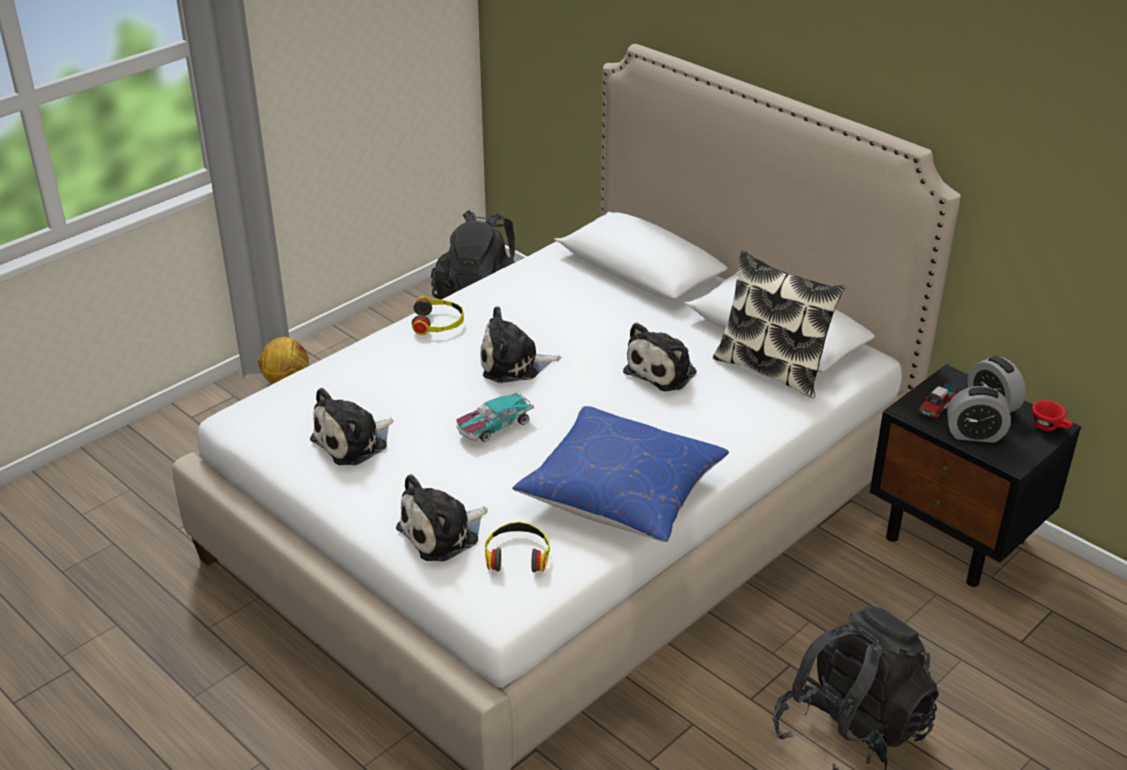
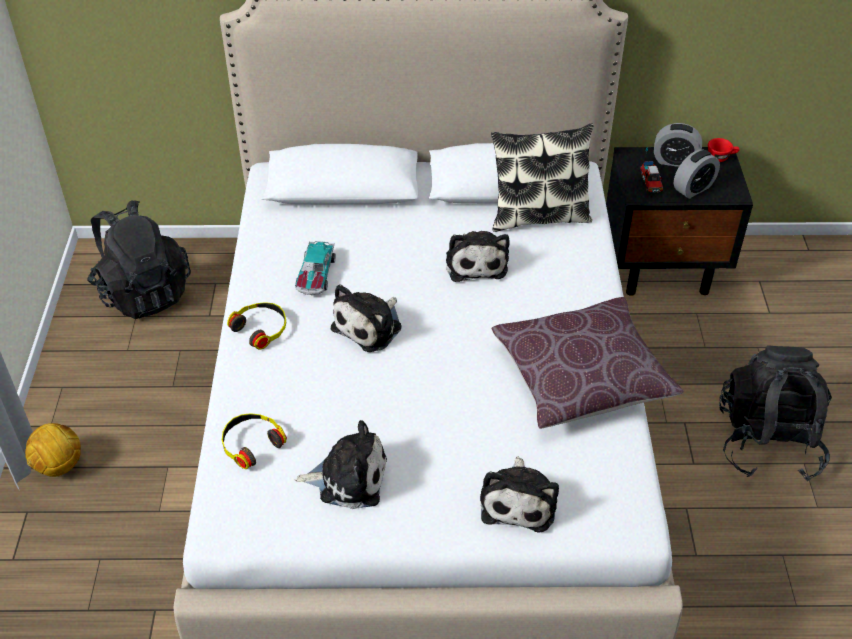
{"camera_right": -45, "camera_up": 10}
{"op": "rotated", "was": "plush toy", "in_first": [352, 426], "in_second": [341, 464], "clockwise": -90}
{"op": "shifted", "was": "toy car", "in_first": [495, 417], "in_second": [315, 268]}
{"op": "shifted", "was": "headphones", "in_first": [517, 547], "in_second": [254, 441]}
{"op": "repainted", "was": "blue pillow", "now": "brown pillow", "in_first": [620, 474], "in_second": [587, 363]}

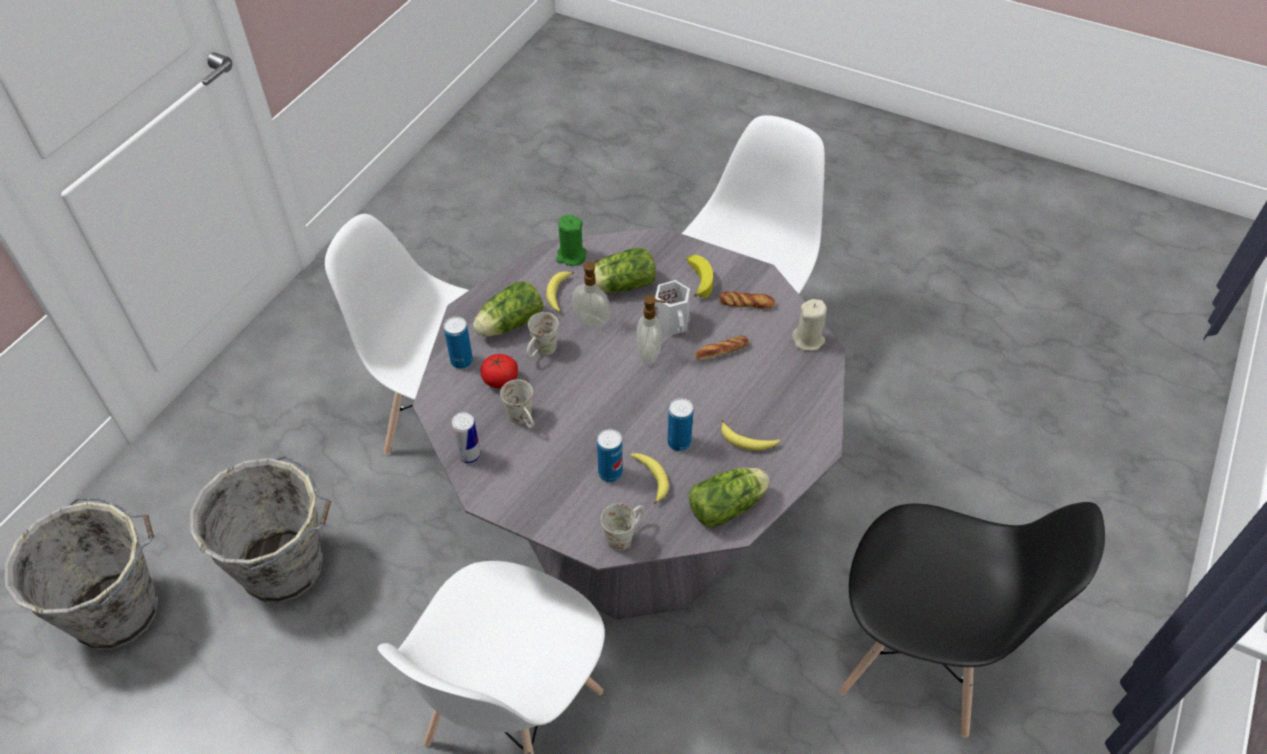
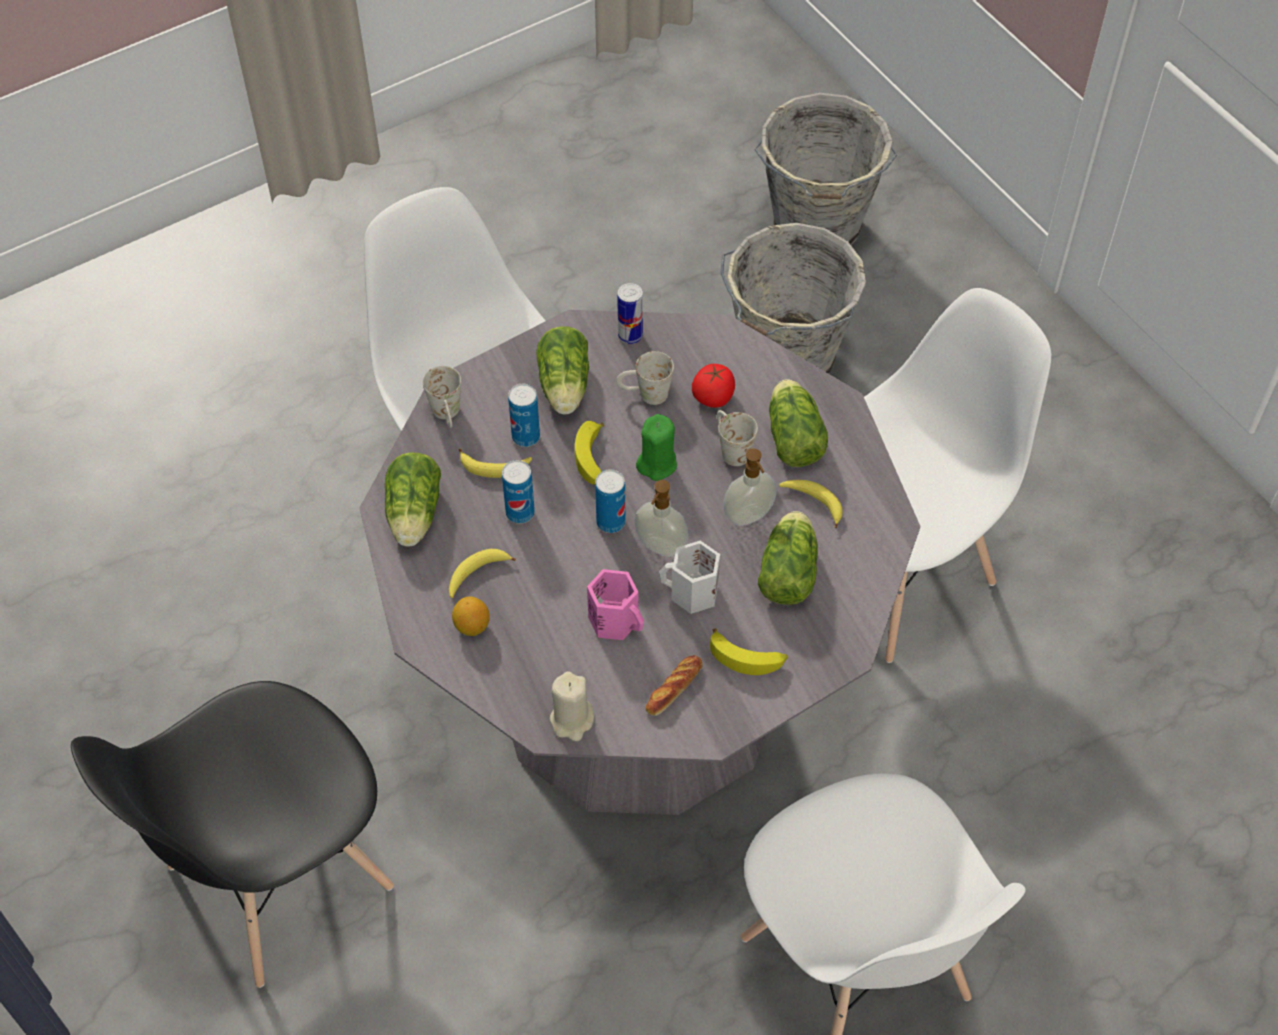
{"camera_right": 120, "camera_up": 5}
{"op": "shifted", "was": "can", "in_first": [458, 342], "in_second": [610, 501]}
{"op": "shifted", "was": "green candle", "in_first": [571, 240], "in_second": [656, 447]}
{"op": "swapped", "was": "bread", "now": "pink mug", "in_first": [722, 348], "in_second": [615, 604]}
{"op": "new", "now": "lemon", "in_second": [471, 616]}
{"op": "new", "now": "lettuce", "in_second": [562, 371]}
{"op": "new", "now": "banana", "in_second": [589, 453]}

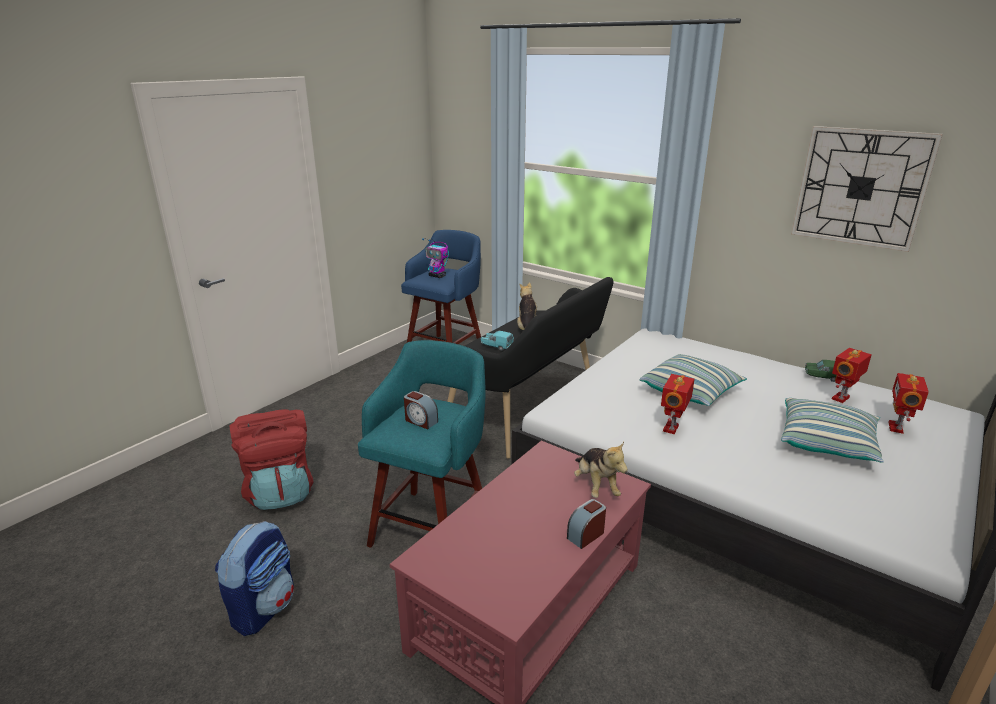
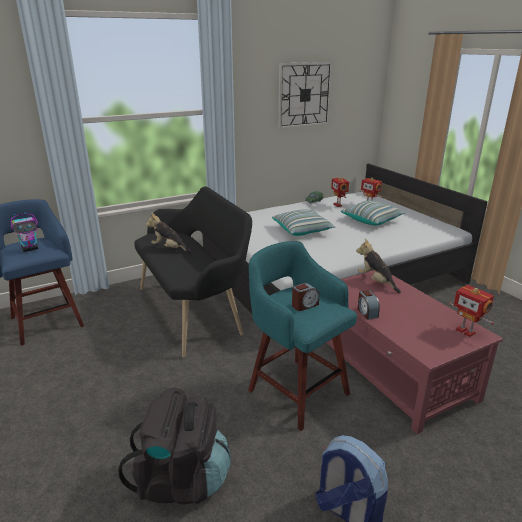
{"camera_right": -65, "camera_up": 0}
{"op": "repainted", "was": "red backpack", "now": "black backpack", "in_first": [271, 459], "in_second": [174, 446]}
{"op": "gone", "was": "turquoise toy car", "in_first": [497, 341]}
{"op": "shifted", "was": "alarm clock", "in_first": [586, 524], "in_second": [368, 305]}
{"op": "rotated", "was": "plush toy", "in_first": [601, 470], "in_second": [378, 266], "clockwise": -135}
{"op": "shifted", "was": "toy robot", "in_first": [678, 404], "in_second": [471, 311]}

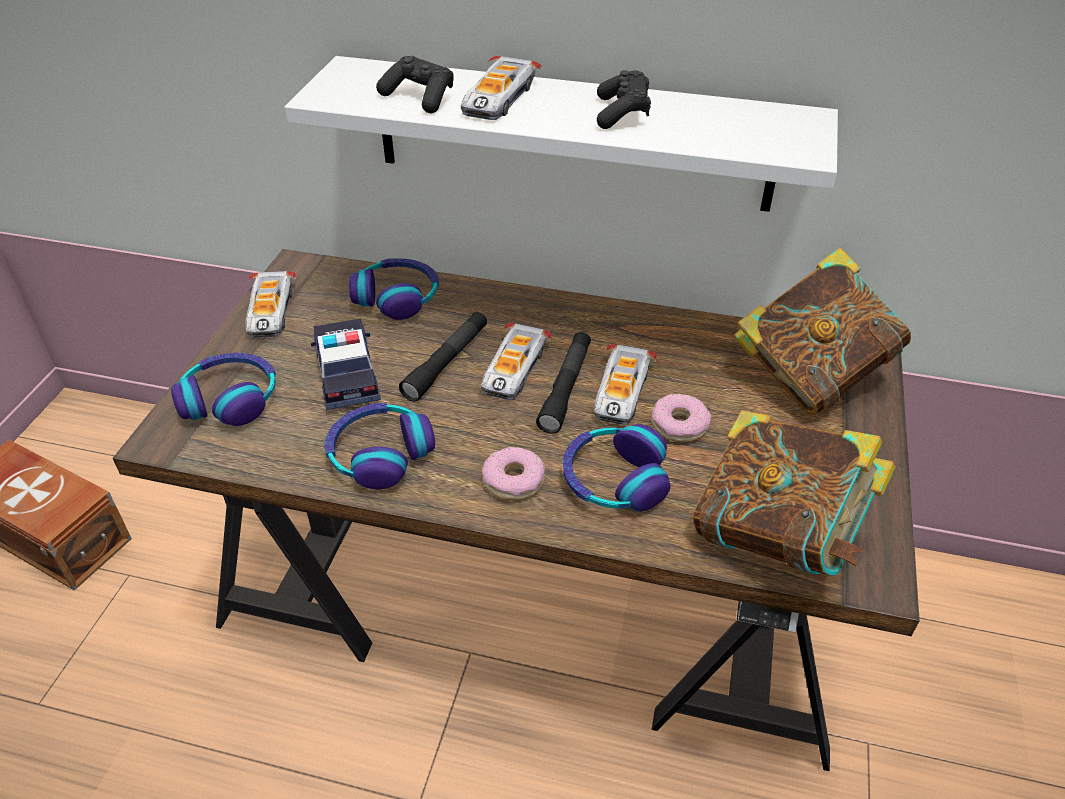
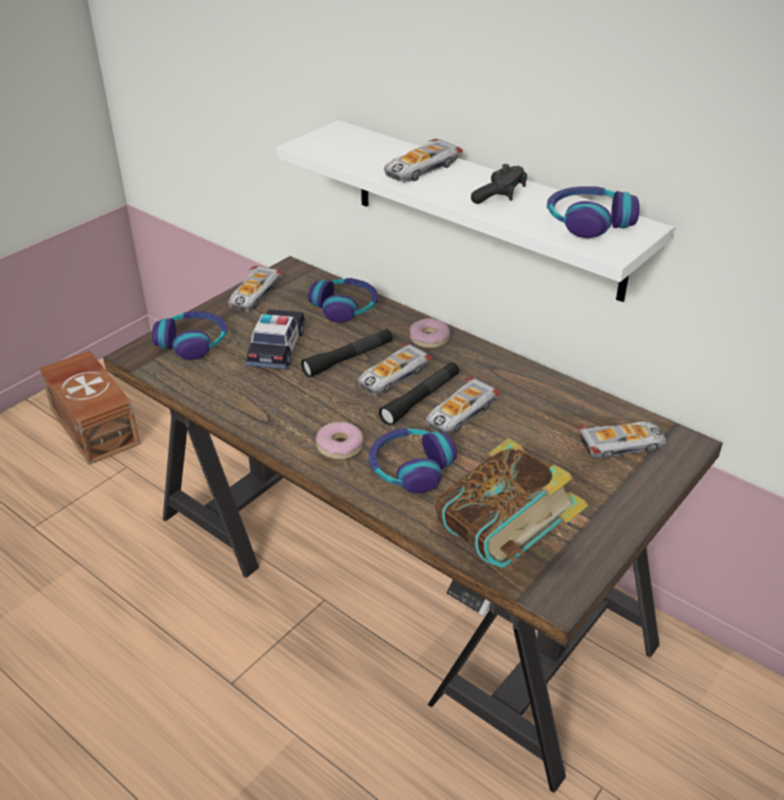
{"camera_right": 25, "camera_up": -5}
{"op": "shifted", "was": "headphones", "in_first": [379, 446], "in_second": [593, 212]}
{"op": "gone", "was": "black game controller", "in_first": [415, 84]}
{"op": "shifted", "was": "donut", "in_first": [681, 418], "in_second": [429, 333]}
{"op": "swapped", "was": "book", "now": "toy car", "in_first": [822, 331], "in_second": [622, 440]}

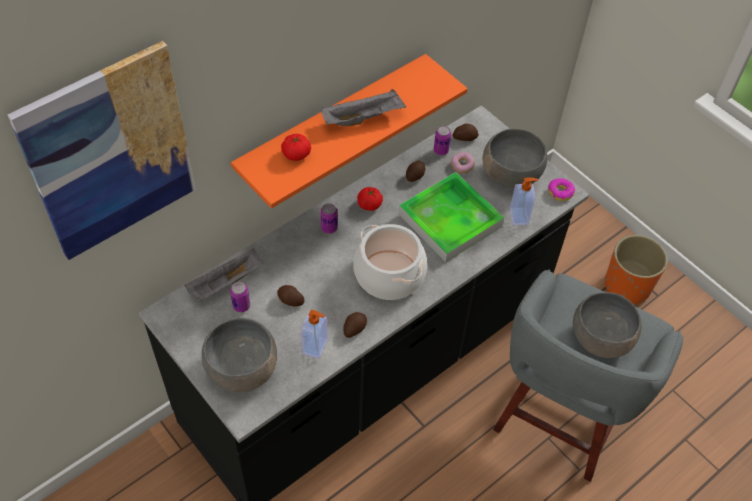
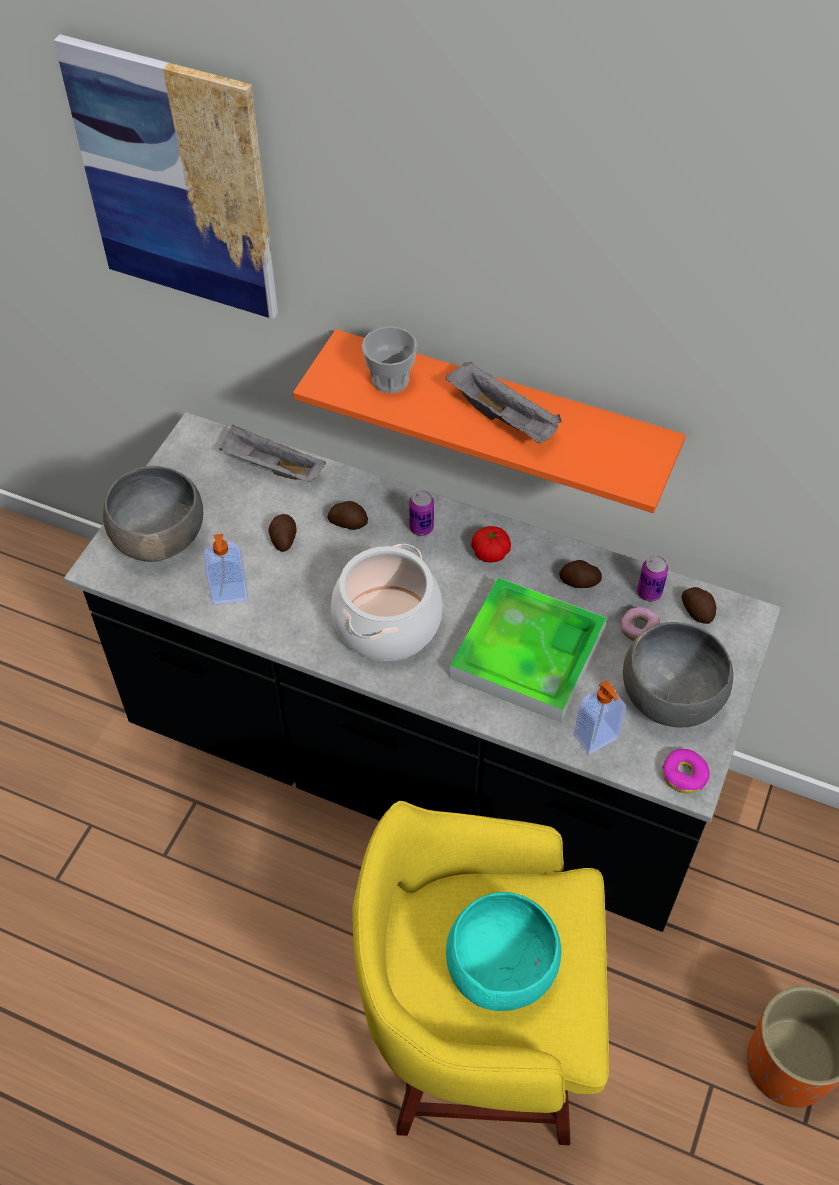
{"camera_right": 65, "camera_up": 0}
{"op": "gone", "was": "can", "in_first": [240, 297]}
{"op": "swapped", "was": "tomato", "now": "cup", "in_first": [296, 147], "in_second": [389, 360]}
{"op": "shifted", "was": "potato", "in_first": [355, 325], "in_second": [347, 515]}
{"op": "repainted", "was": "grey stool", "now": "yellow stool", "in_first": [588, 376], "in_second": [480, 973]}
{"op": "repainted", "was": "grey bowl", "now": "turquoise bowl", "in_first": [607, 325], "in_second": [504, 951]}

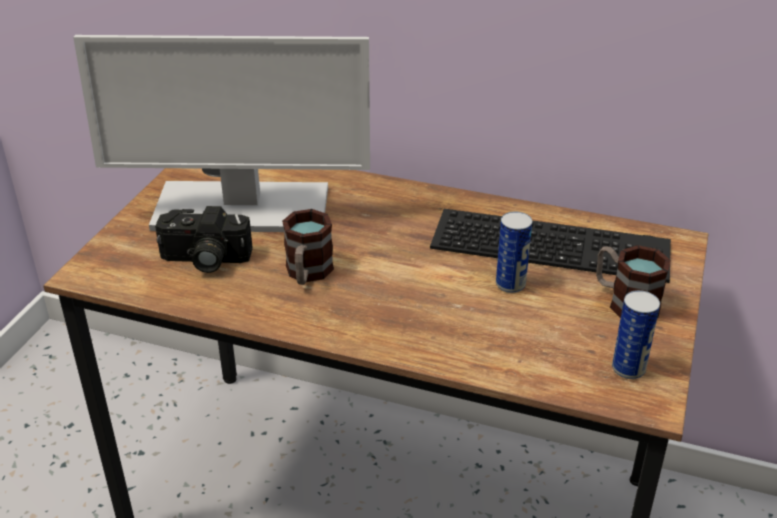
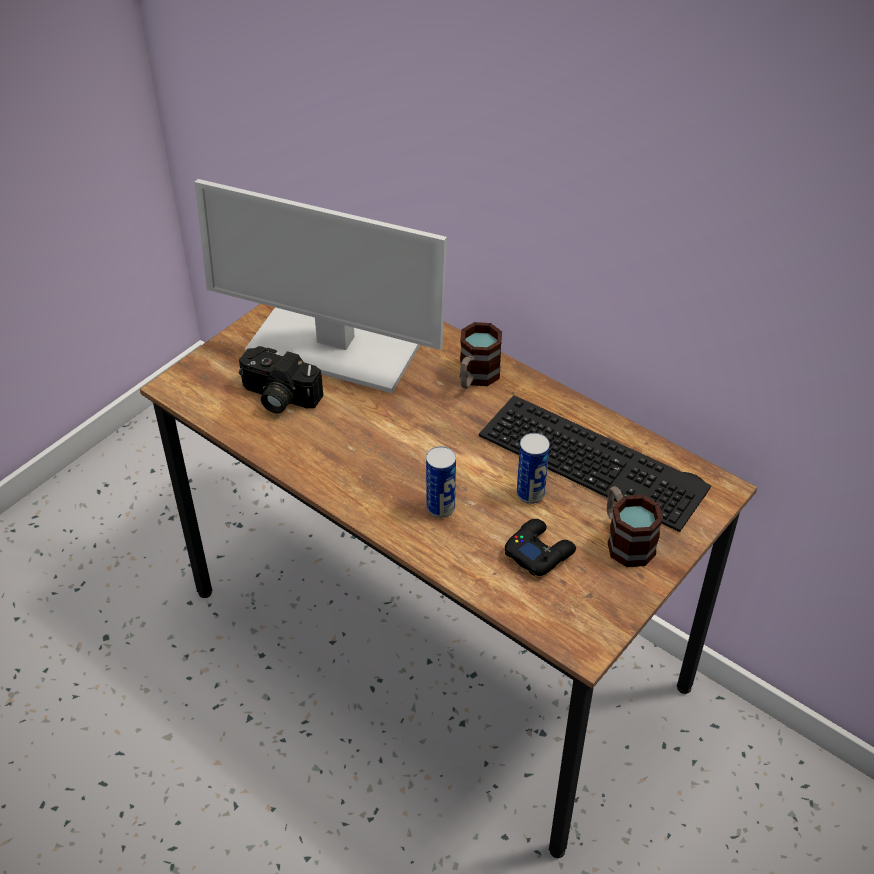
{"camera_right": 20, "camera_up": 10}
{"op": "shifted", "was": "mug", "in_first": [308, 247], "in_second": [481, 355]}
{"op": "shifted", "was": "can", "in_first": [636, 334], "in_second": [441, 482]}
{"op": "new", "now": "black game controller", "in_second": [540, 547]}

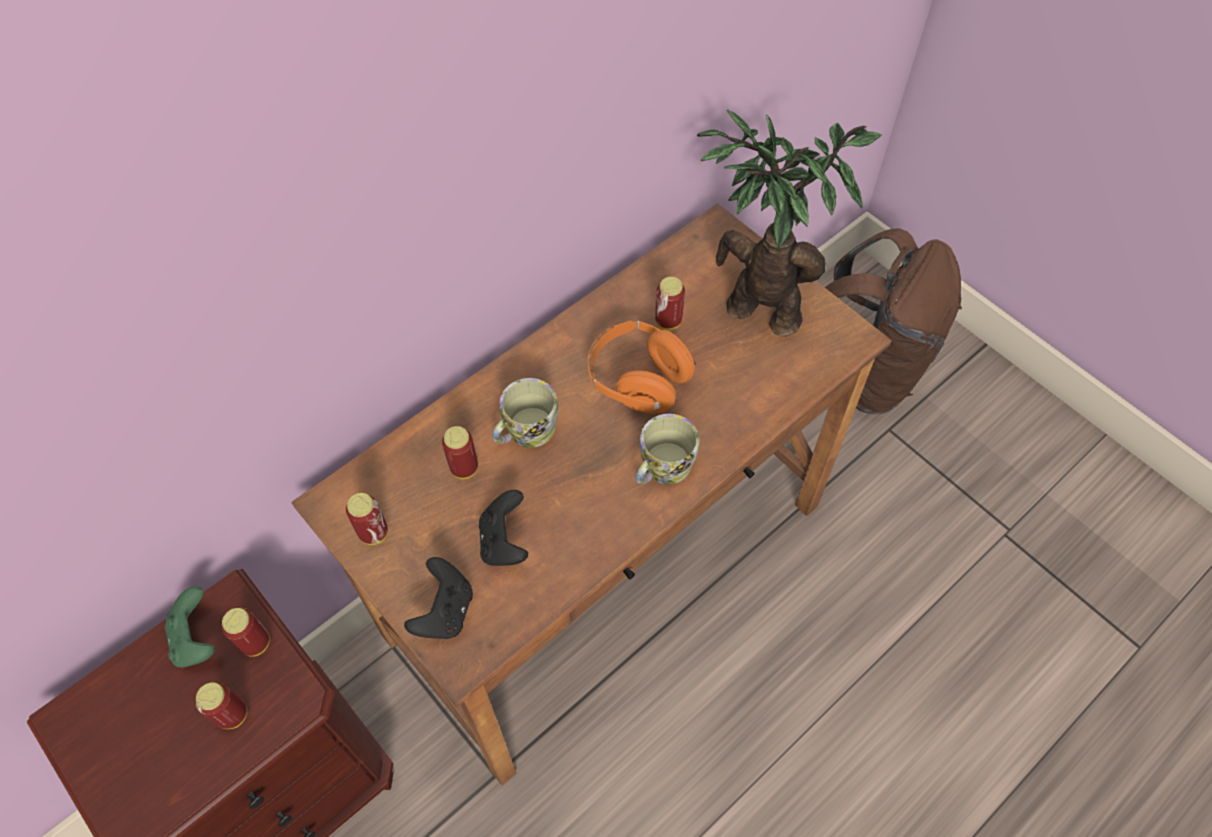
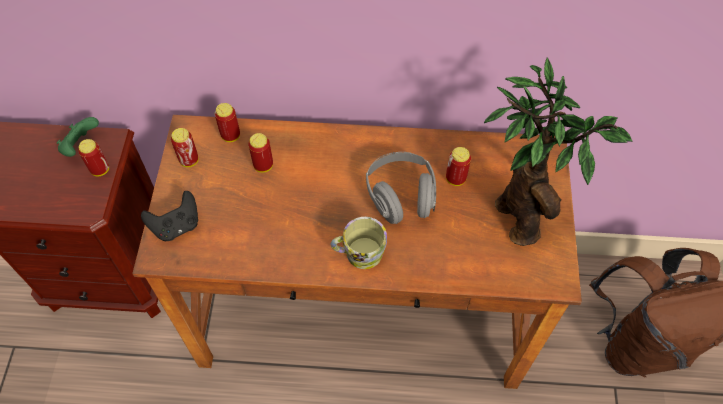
{"camera_right": 45, "camera_up": 0}
{"op": "shifted", "was": "can", "in_first": [221, 705], "in_second": [227, 122]}
{"op": "gone", "was": "black game controller", "in_first": [503, 528]}
{"op": "gone", "was": "mug", "in_first": [525, 413]}
{"op": "repainted", "was": "orange headphones", "now": "grey headphones", "in_first": [641, 367], "in_second": [401, 188]}

